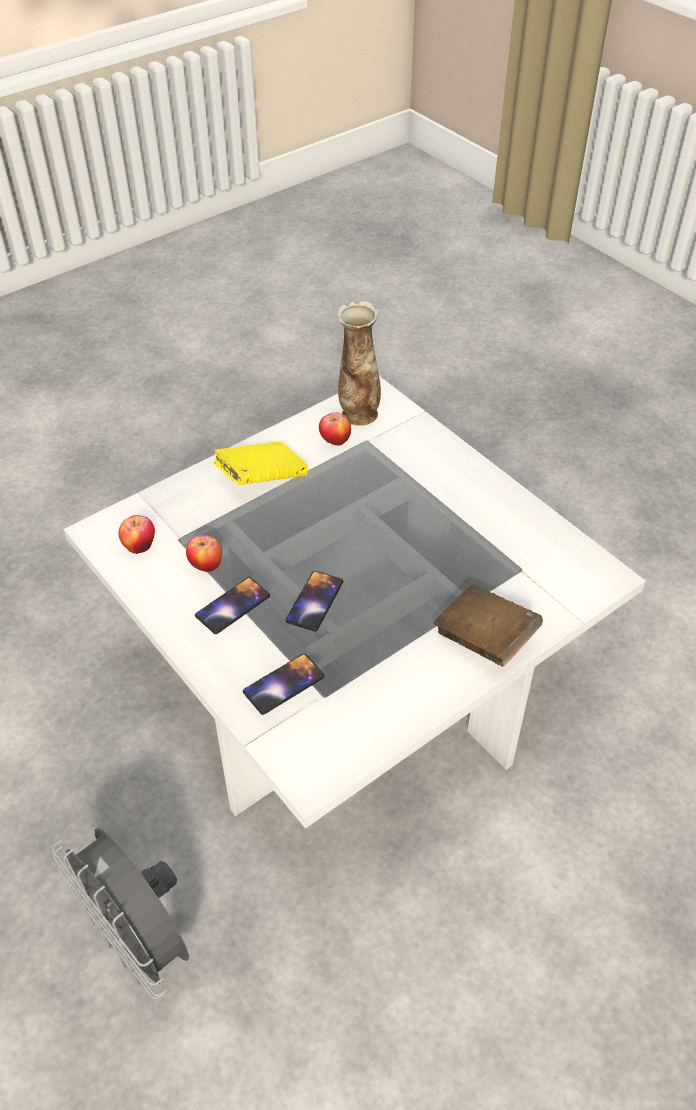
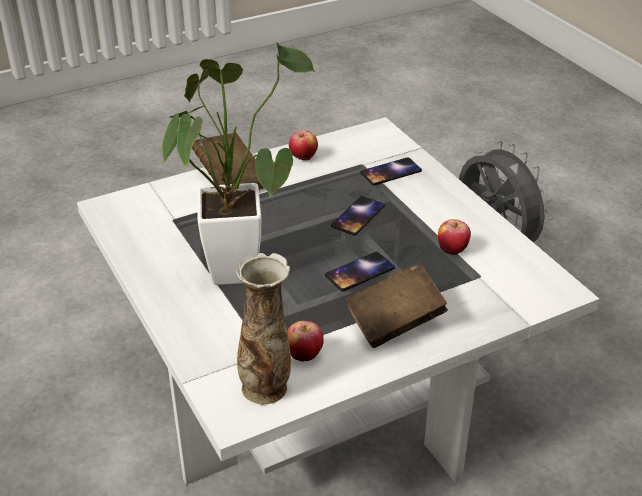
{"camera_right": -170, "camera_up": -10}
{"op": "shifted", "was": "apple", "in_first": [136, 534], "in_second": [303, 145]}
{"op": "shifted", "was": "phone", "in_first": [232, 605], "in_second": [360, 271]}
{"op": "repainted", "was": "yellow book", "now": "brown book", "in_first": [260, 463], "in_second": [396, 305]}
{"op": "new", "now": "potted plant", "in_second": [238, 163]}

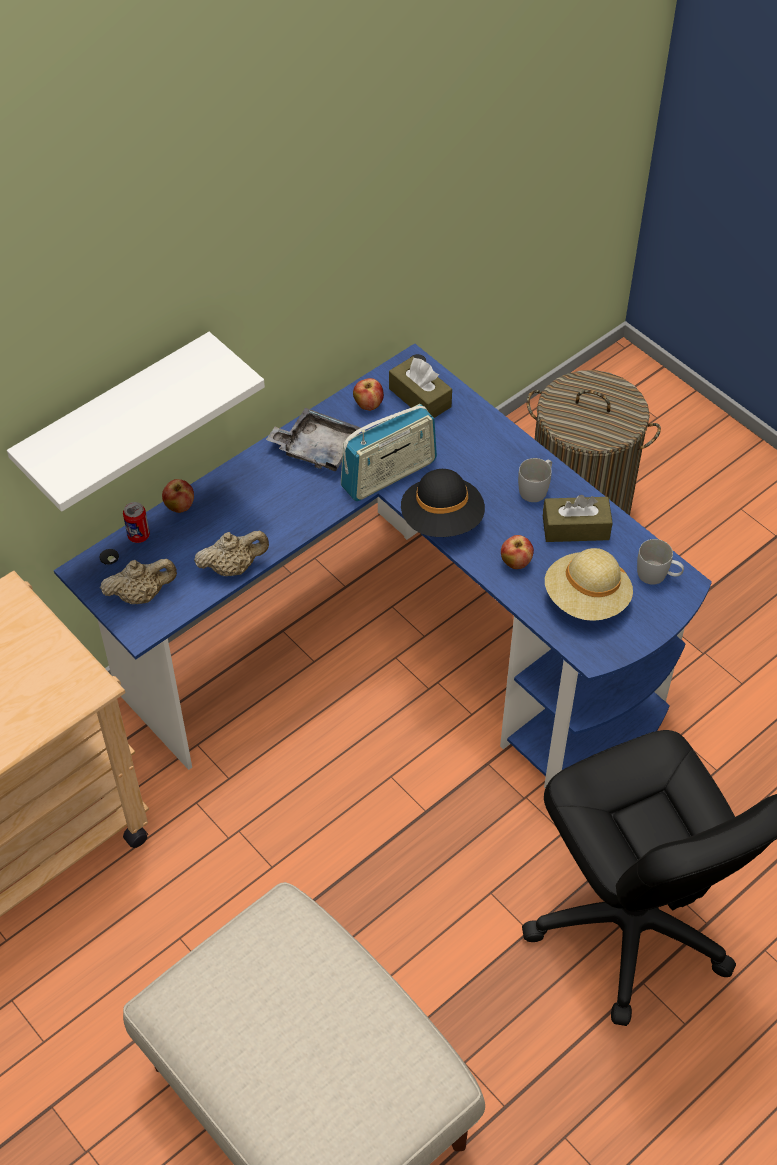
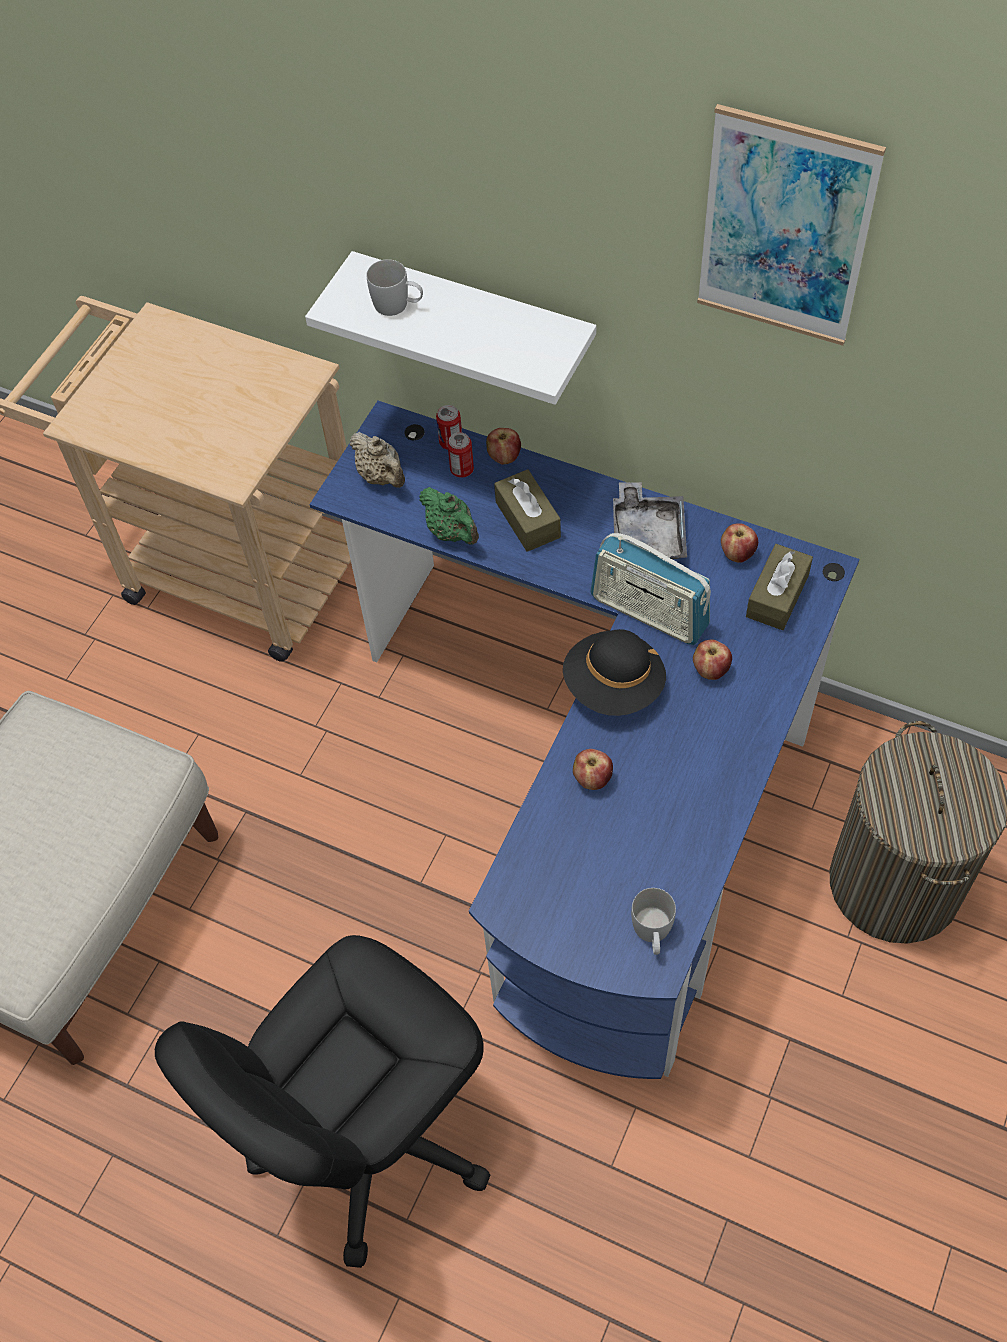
{"camera_right": 70, "camera_up": 5}
{"op": "repainted", "was": "beige teapot", "now": "green teapot", "in_first": [231, 553], "in_second": [449, 516]}
{"op": "shifted", "was": "white mug", "in_first": [535, 480], "in_second": [395, 287]}
{"op": "shifted", "was": "brown tissue box", "in_first": [578, 518], "in_second": [527, 510]}
{"op": "gone", "was": "beige hat", "in_first": [589, 584]}
{"op": "new", "now": "can", "in_second": [460, 455]}
{"op": "new", "now": "apple", "in_second": [712, 660]}
{"op": "new", "now": "picture", "in_second": [791, 225]}

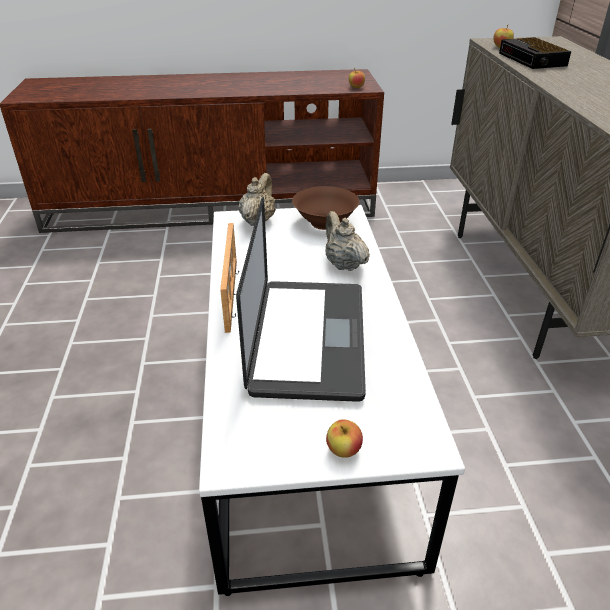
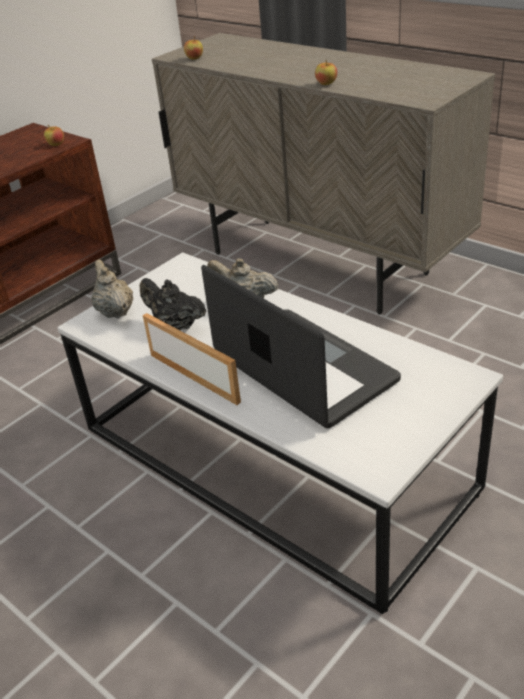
{"camera_right": -40, "camera_up": 0}
{"op": "gone", "was": "brown bowl", "in_first": [326, 208]}
{"op": "shifted", "was": "apple", "in_first": [344, 438], "in_second": [326, 72]}
{"op": "gone", "was": "alarm clock", "in_first": [535, 53]}
{"op": "new", "now": "black teapot", "in_second": [172, 304]}

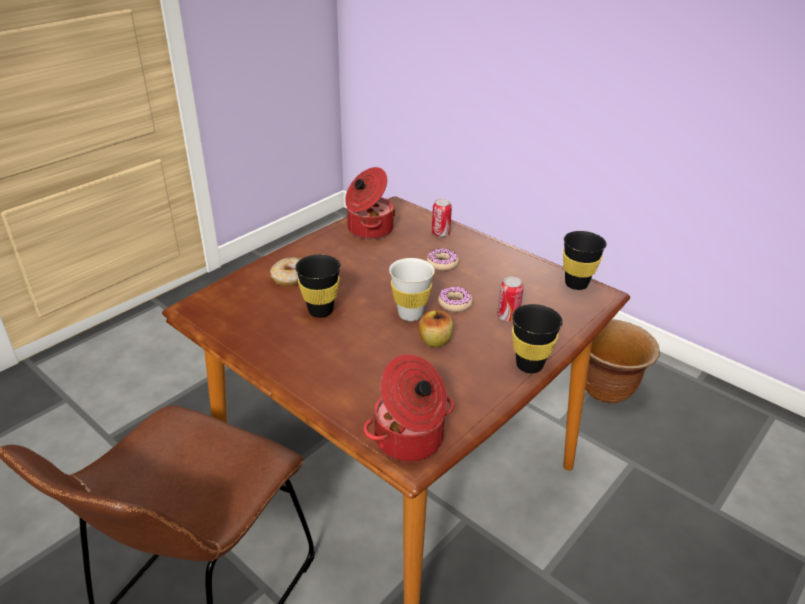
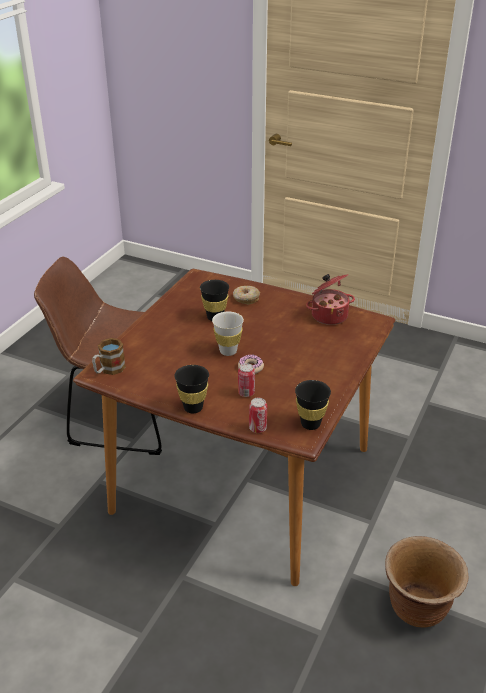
{"camera_right": 75, "camera_up": 0}
{"op": "swapped", "was": "cooking pot", "now": "mug", "in_first": [409, 408], "in_second": [109, 356]}
{"op": "gone", "was": "apple", "in_first": [436, 328]}
{"op": "gone", "was": "donut", "in_first": [443, 259]}
{"op": "shifted", "was": "can", "in_first": [442, 217], "in_second": [258, 415]}

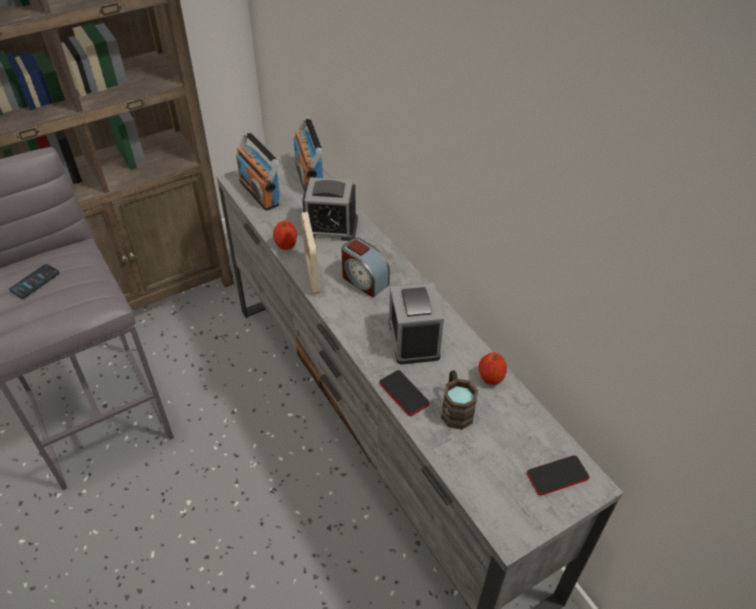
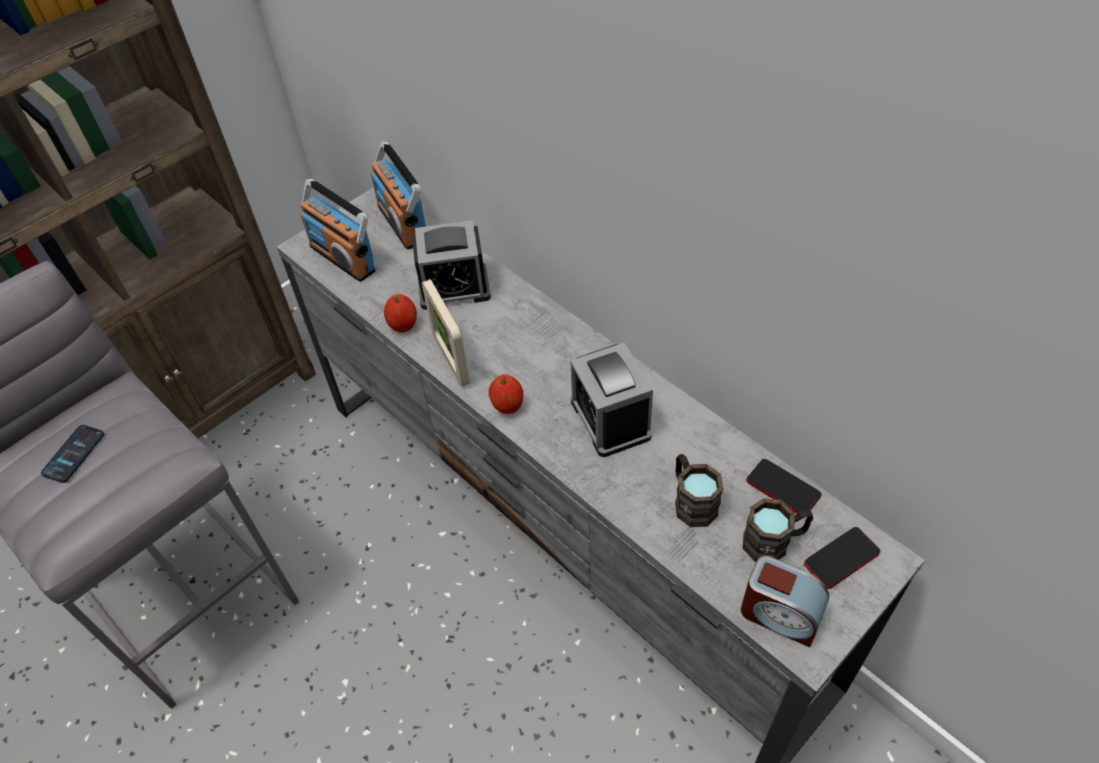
{"camera_right": -10, "camera_up": 5}
{"op": "shifted", "was": "alarm clock", "in_first": [365, 267], "in_second": [785, 601]}
{"op": "shifted", "was": "phone", "in_first": [405, 393], "in_second": [784, 486]}
{"op": "shifted", "was": "apple", "in_first": [493, 368], "in_second": [506, 394]}
{"op": "new", "now": "brown mug", "in_second": [778, 530]}

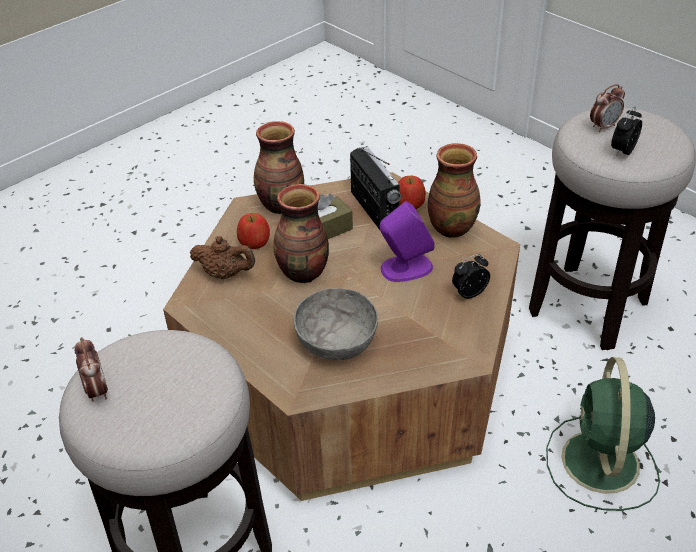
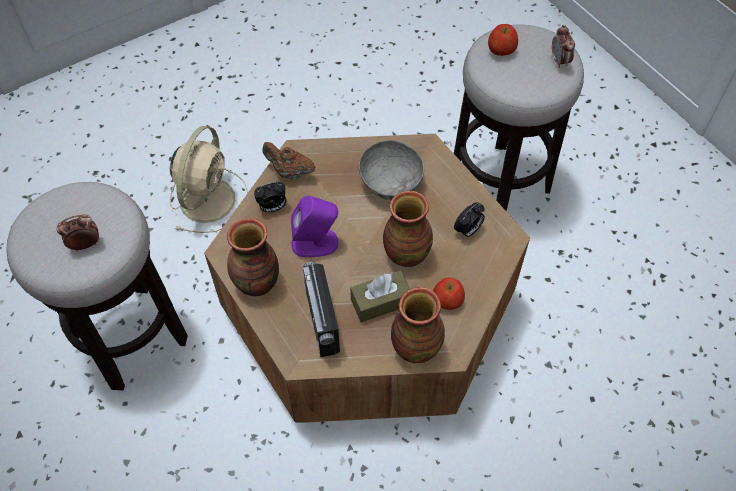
{"camera_right": -170, "camera_up": 15}
{"op": "shifted", "was": "brown teapot", "in_first": [222, 257], "in_second": [288, 161]}
{"op": "shifted", "was": "apple", "in_first": [412, 192], "in_second": [503, 40]}
{"op": "repainted", "was": "green fan", "now": "beige fan", "in_first": [603, 434], "in_second": [209, 179]}
{"op": "shifted", "was": "alarm clock", "in_first": [626, 132], "in_second": [469, 220]}

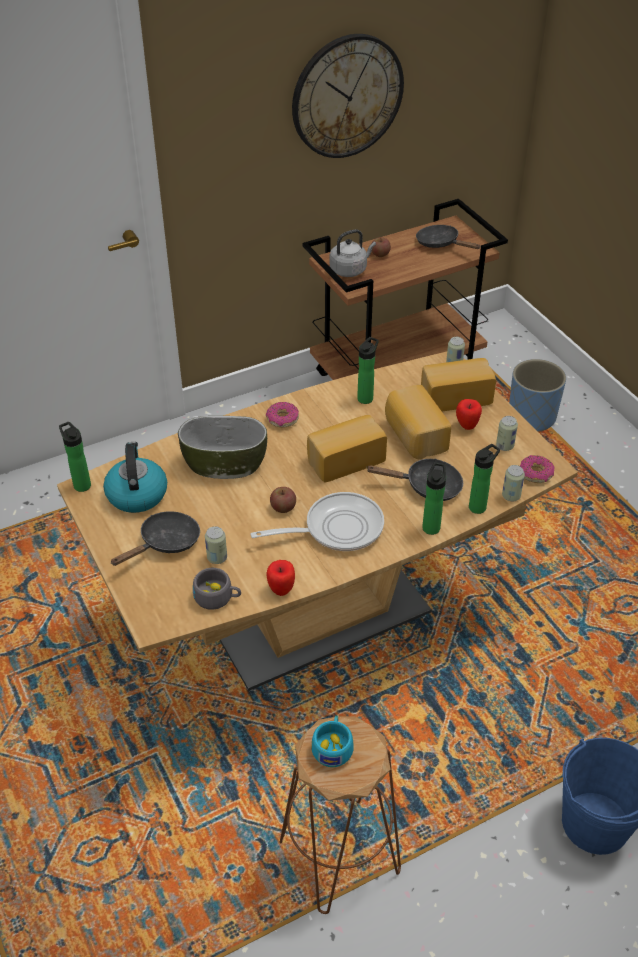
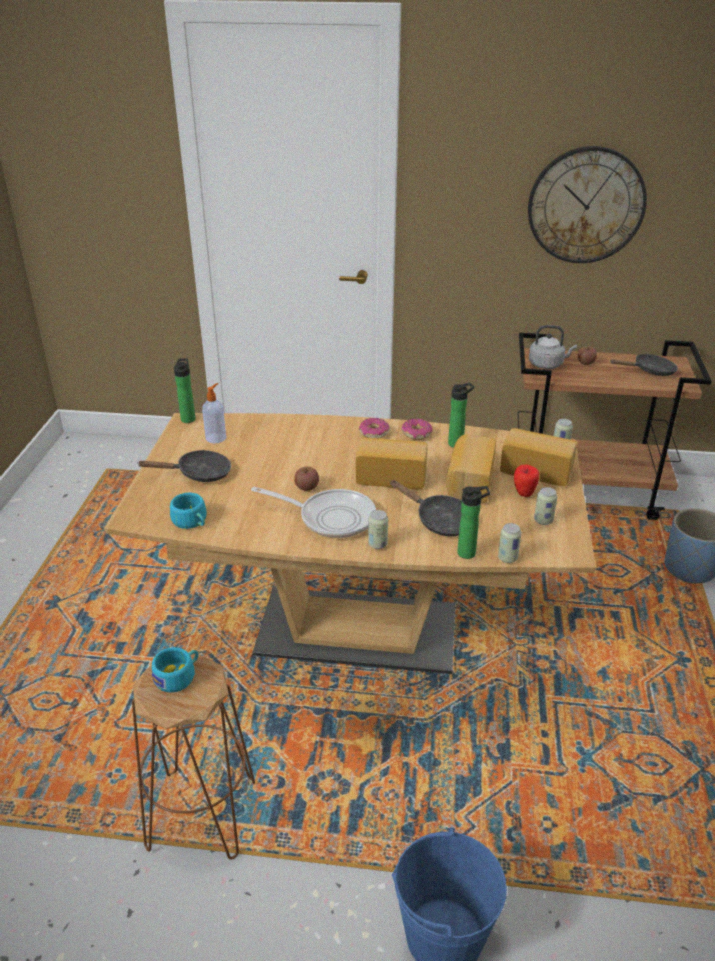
{"camera_right": 35, "camera_up": -10}
{"op": "swapped", "was": "kettle", "now": "soap dispenser", "in_first": [135, 477], "in_second": [214, 413]}
{"op": "gone", "was": "bowl", "in_first": [222, 447]}
{"op": "repainted", "was": "grey cup", "now": "turquoise cup", "in_first": [217, 589], "in_second": [188, 511]}
{"op": "shifted", "was": "can", "in_first": [216, 545], "in_second": [378, 529]}
{"op": "gone", "was": "apple", "in_first": [280, 578]}
{"op": "rotated", "was": "black frying pan", "in_first": [448, 237], "in_second": [644, 365], "clockwise": 90}
{"op": "gone", "was": "bottle", "in_first": [434, 499]}
{"op": "shifted", "was": "donut", "in_first": [537, 469], "in_second": [416, 428]}

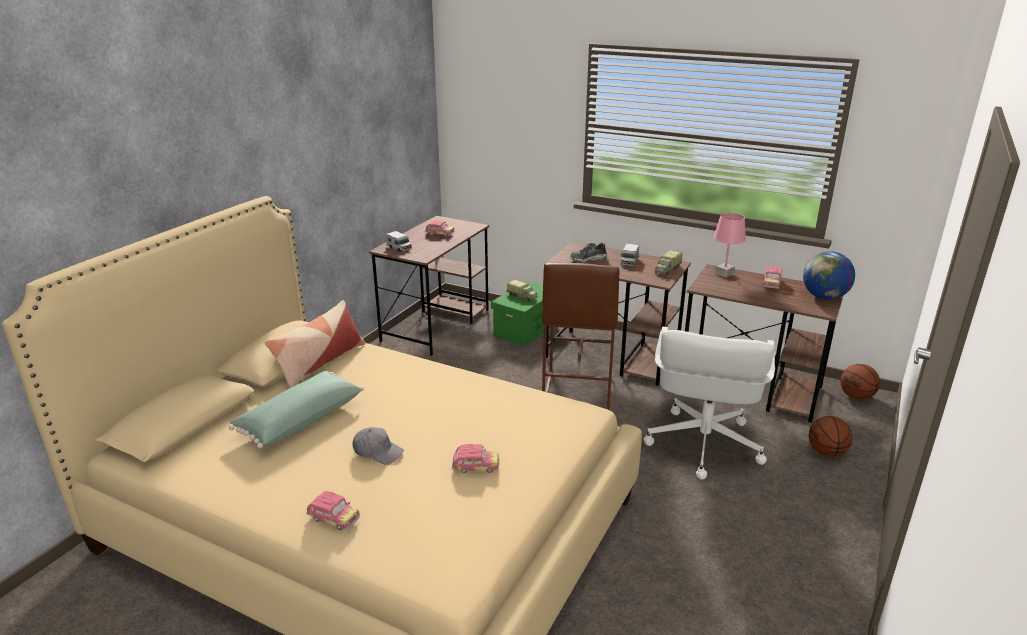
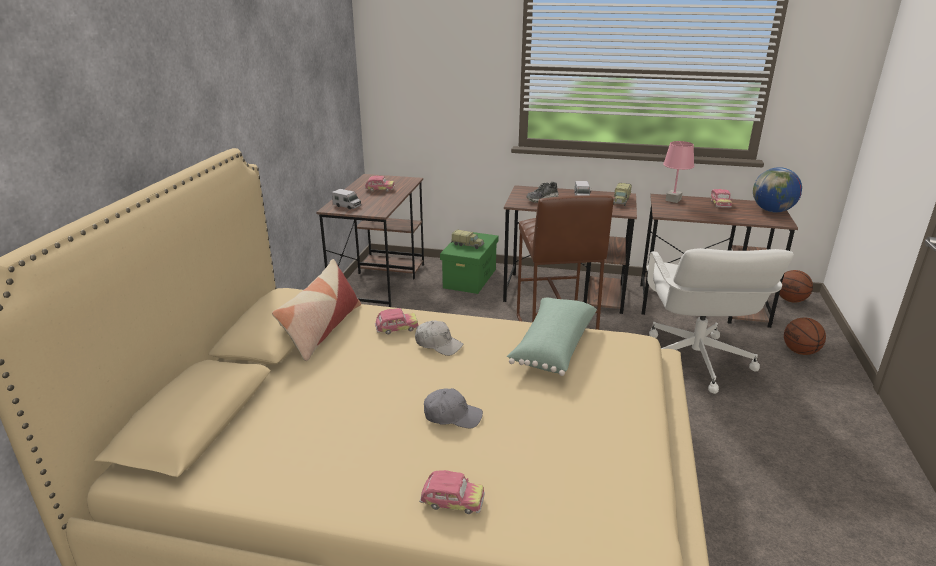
{"camera_right": -15, "camera_up": 0}
{"op": "shifted", "was": "green pillow", "in_first": [296, 409], "in_second": [552, 337]}
{"op": "shifted", "was": "toy car", "in_first": [475, 458], "in_second": [397, 321]}
{"op": "new", "now": "white cap", "in_second": [439, 338]}

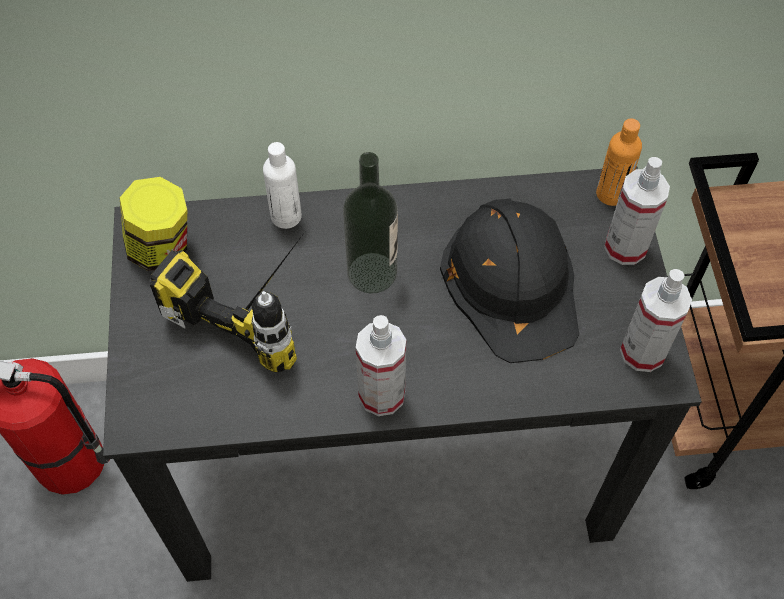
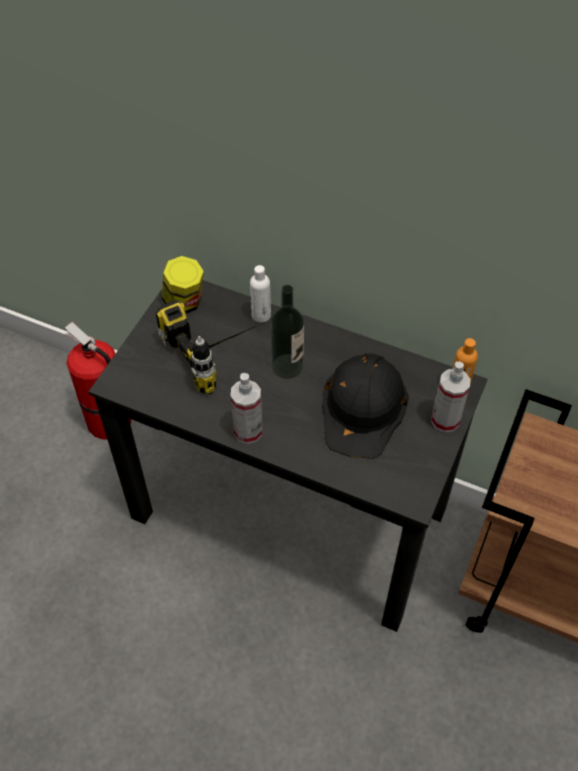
{"camera_right": 30, "camera_up": -5}
{"op": "gone", "was": "spray bottle", "in_first": [656, 320]}

